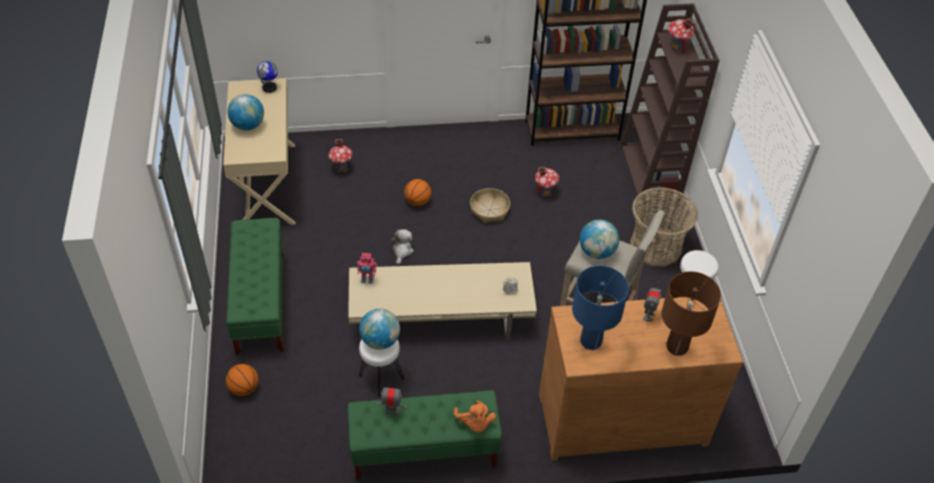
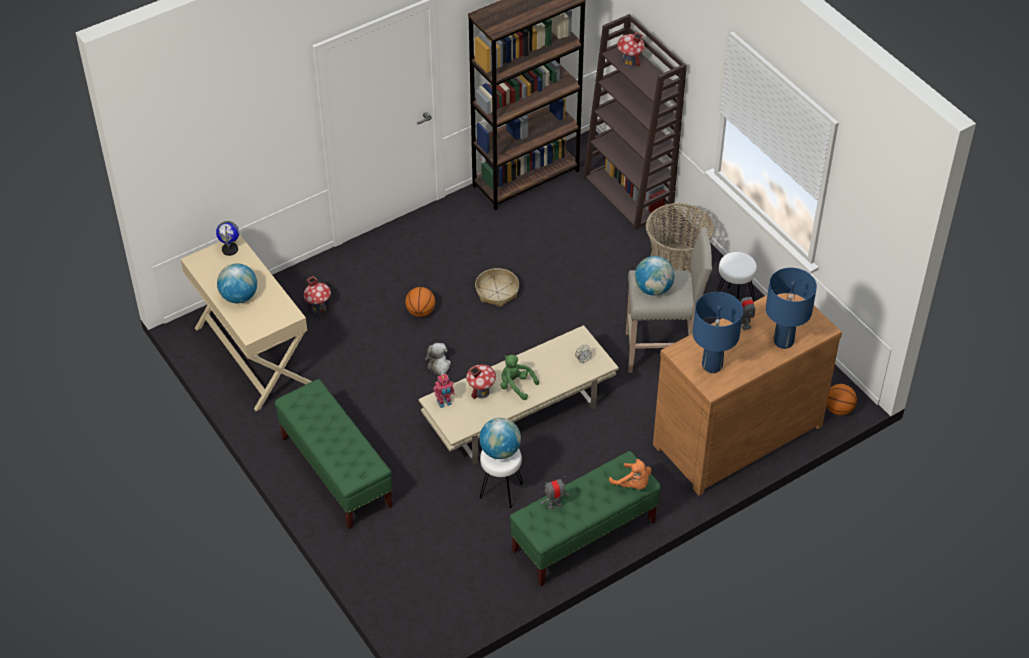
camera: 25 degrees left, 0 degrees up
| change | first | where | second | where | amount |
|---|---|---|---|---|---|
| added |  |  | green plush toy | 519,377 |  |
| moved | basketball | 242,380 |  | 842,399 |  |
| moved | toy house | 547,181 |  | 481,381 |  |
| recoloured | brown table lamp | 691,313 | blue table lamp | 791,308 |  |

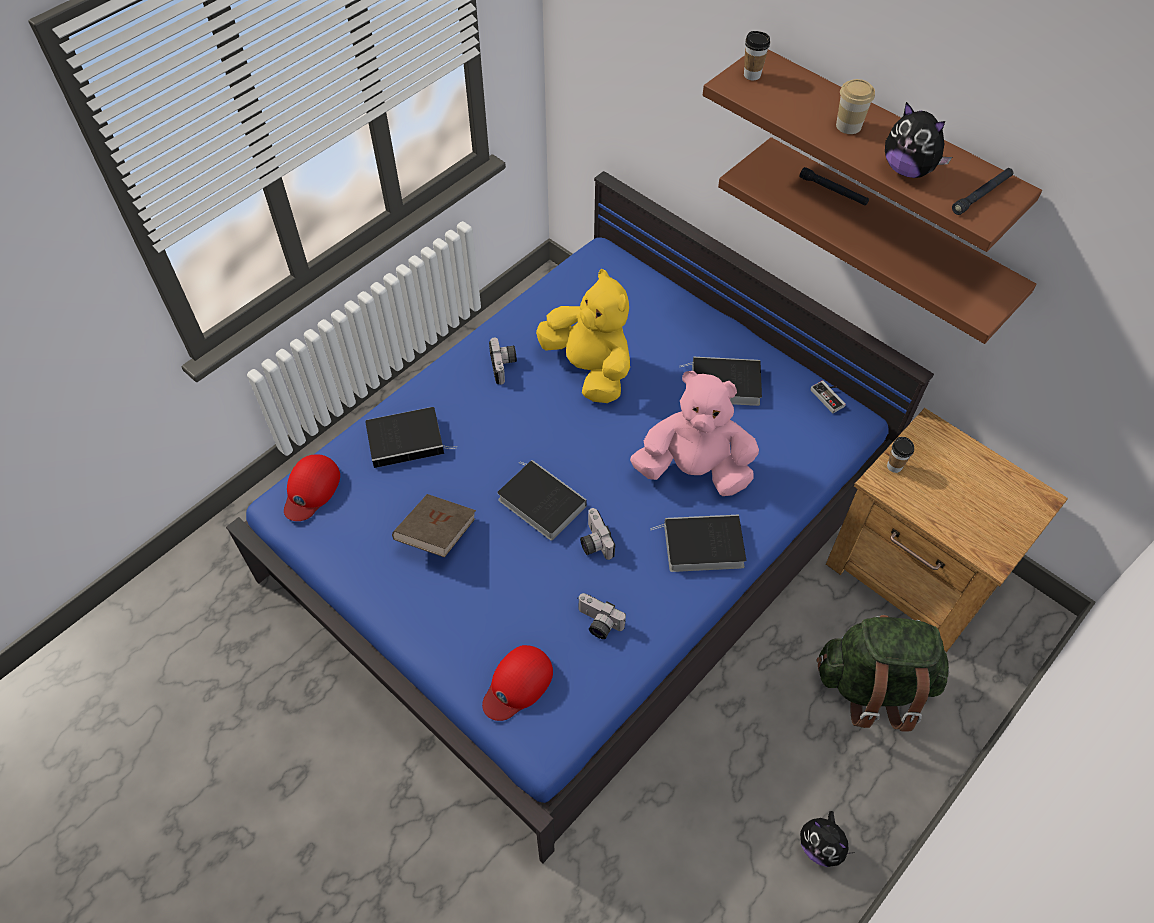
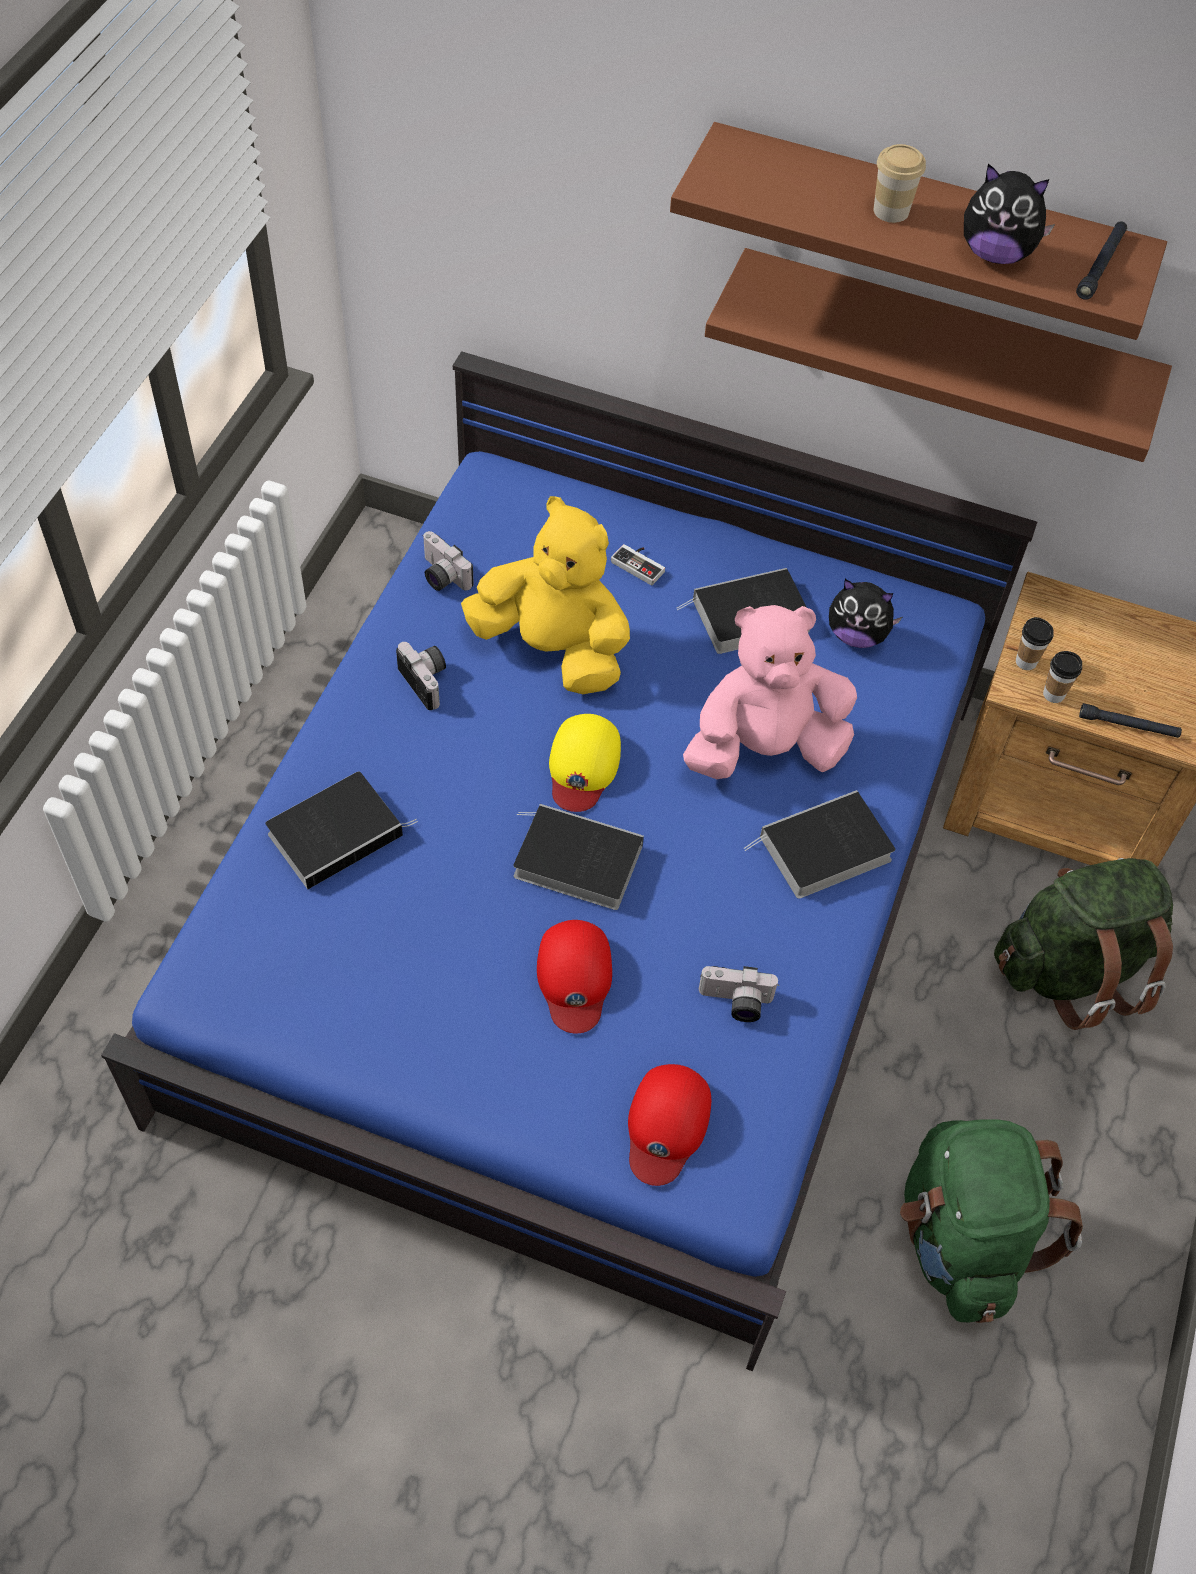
camera: 25 degrees left, 0 degrees up
| change | first | where | second | where | amount |
|---|---|---|---|---|---|
| removed | brown book | 434,525 |  |  |  |
| added |  |  | yellow cap | 585,763 |  |
| added |  |  | green backpack | 991,1221 |  |
| moved | red cap | 312,487 |  | 574,977 |  |
| moved | photo camera | 597,534 |  | 448,561 |  |
| moved | cup | 757,55 |  | 1062,677 |  |
| moved | black flashlight | 834,186 |  | 1130,720 |  |
| moved | plush toy | 827,839 |  | 865,613 |  |
| moved | game controller | 828,396 |  | 638,565 |  |

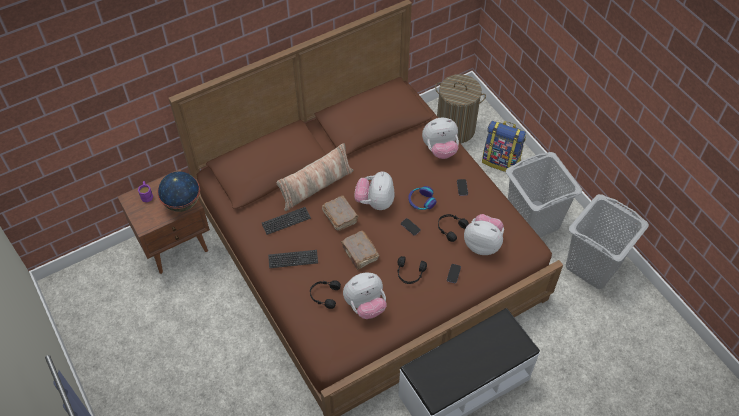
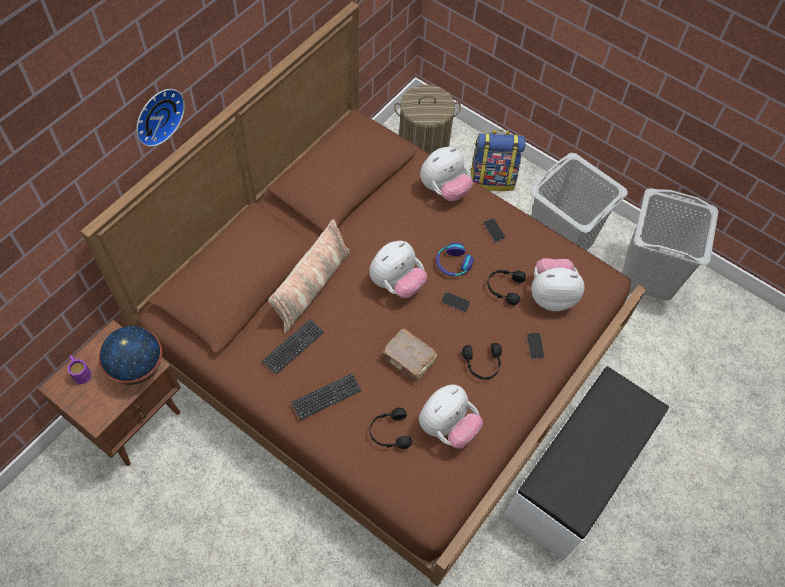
camera: 25 degrees left, 5 degrees up
| change | first | where | second | where | amount |
|---|---|---|---|---|---|
| removed | brown book | 340,213 |  |  |  |
| added |  |  | wall clock | 160,118 |  |
| turned | plush toy | 374,190 |  | 398,269 | 120 degrees counterclockwise |

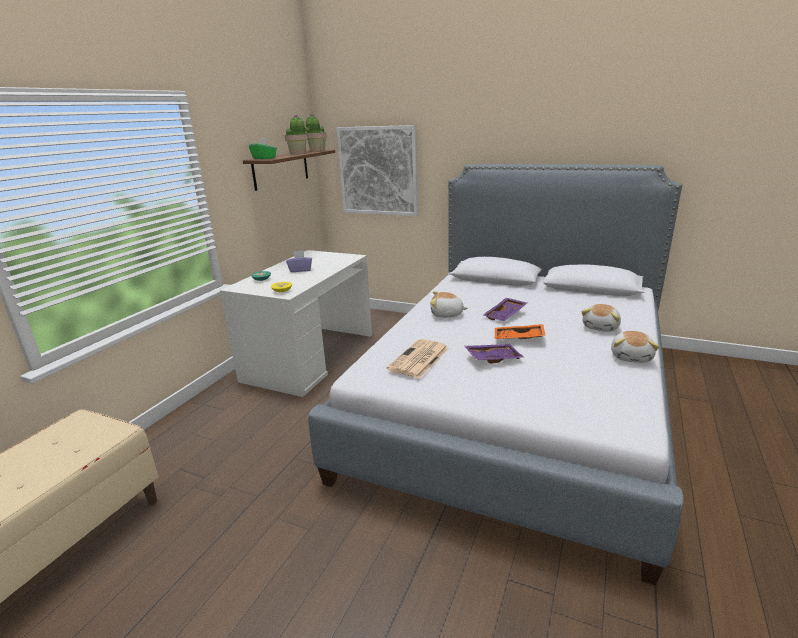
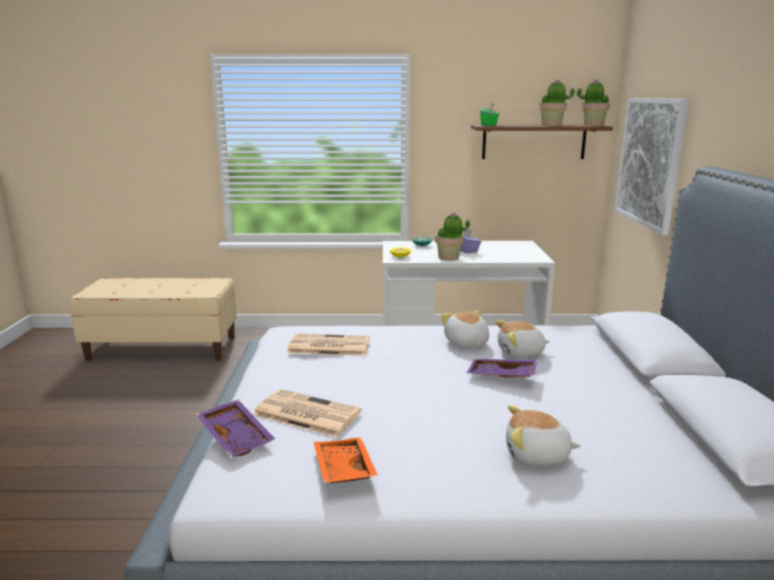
camera: 65 degrees right, 5 degrees down
| change | first | where | second | where | amount |
|---|---|---|---|---|---|
| added |  |  | newspaper | 307,413 |  |
| added |  |  | potted plant | 452,236 |  |
| moved | purple tray | 494,353 |  | 235,429 |  |
| moved | orange tray | 520,332 |  | 346,460 |  |
| moved | plush toy | 635,347 |  | 522,339 |  |

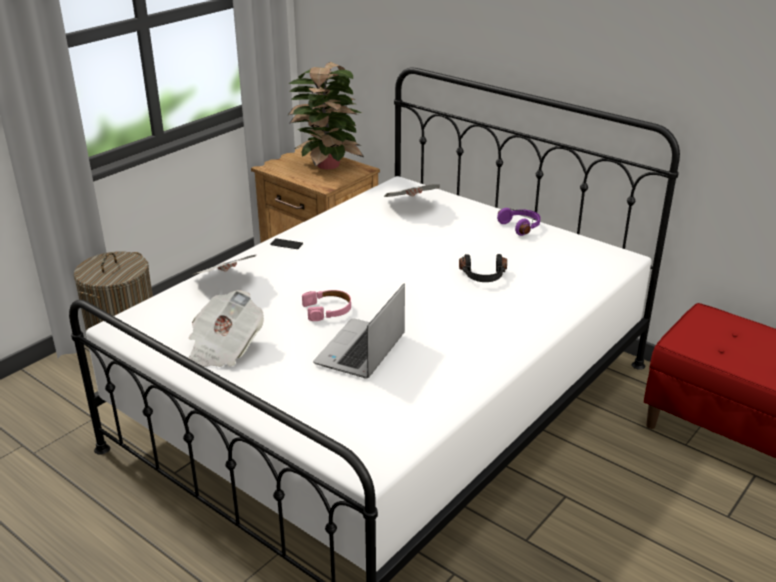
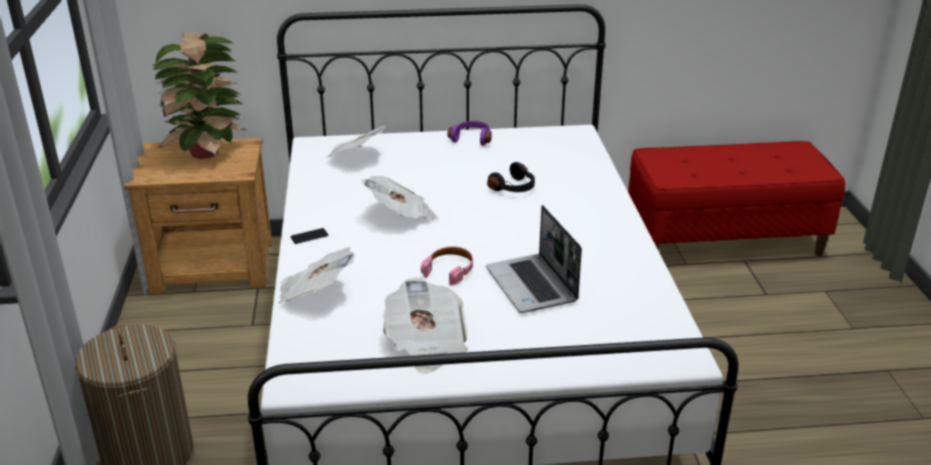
camera: 45 degrees left, 0 degrees up
| change | first | where | second | where | amount |
|---|---|---|---|---|---|
| added |  |  | newspaper | 400,198 |  |

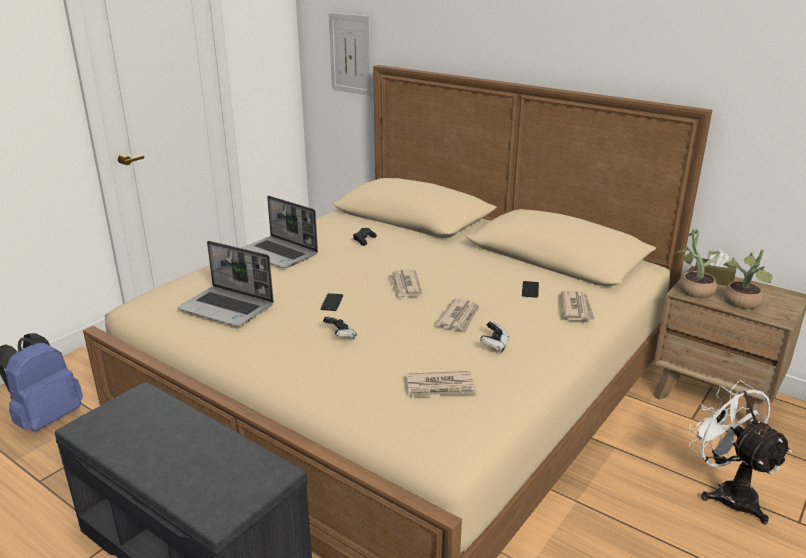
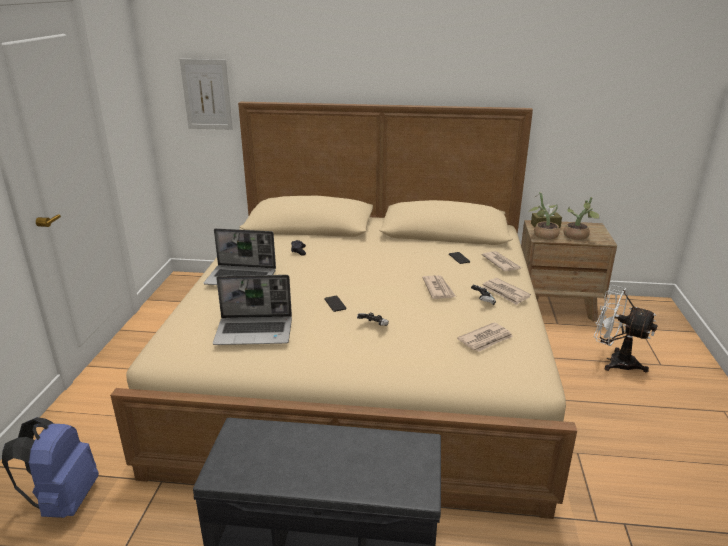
camera: 30 degrees left, 0 degrees up
| change | first | where | second | where | amount |
|---|---|---|---|---|---|
| moved | newspaper | 405,284 |  | 506,291 |  |

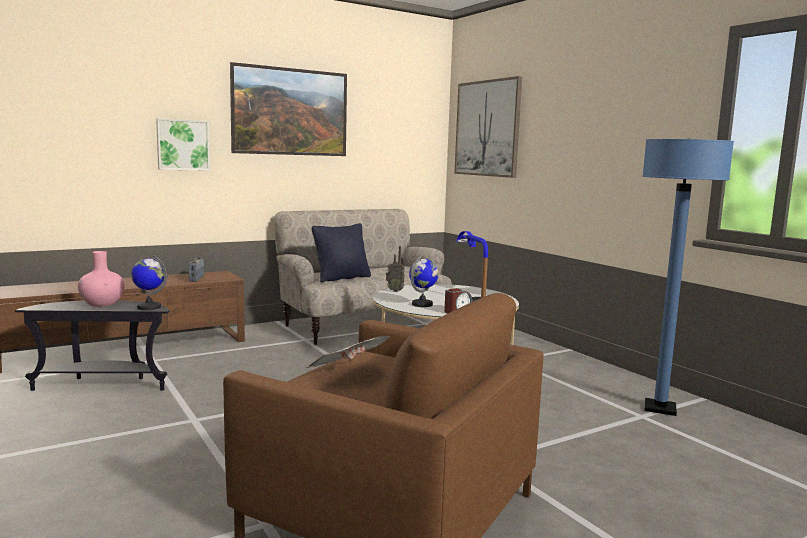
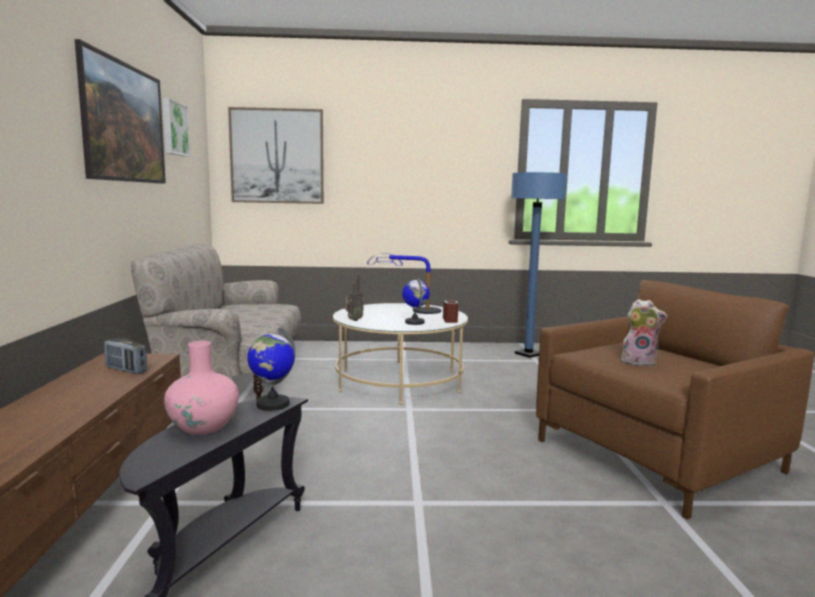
camera: 60 degrees left, 0 degrees up
| change | first | where | second | where | amount |
|---|---|---|---|---|---|
| removed | black pillow | 341,252 |  |  |  |
| moved | picture | 183,144 |  | 176,127 |  |
| replaced | newspaper | 348,352 | plush toy | 644,333 |  |

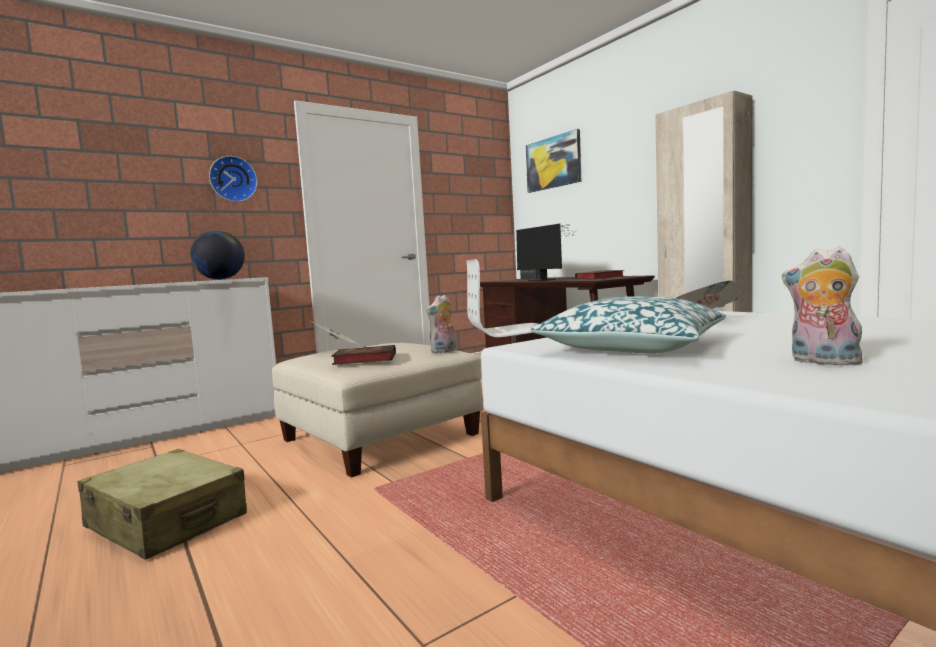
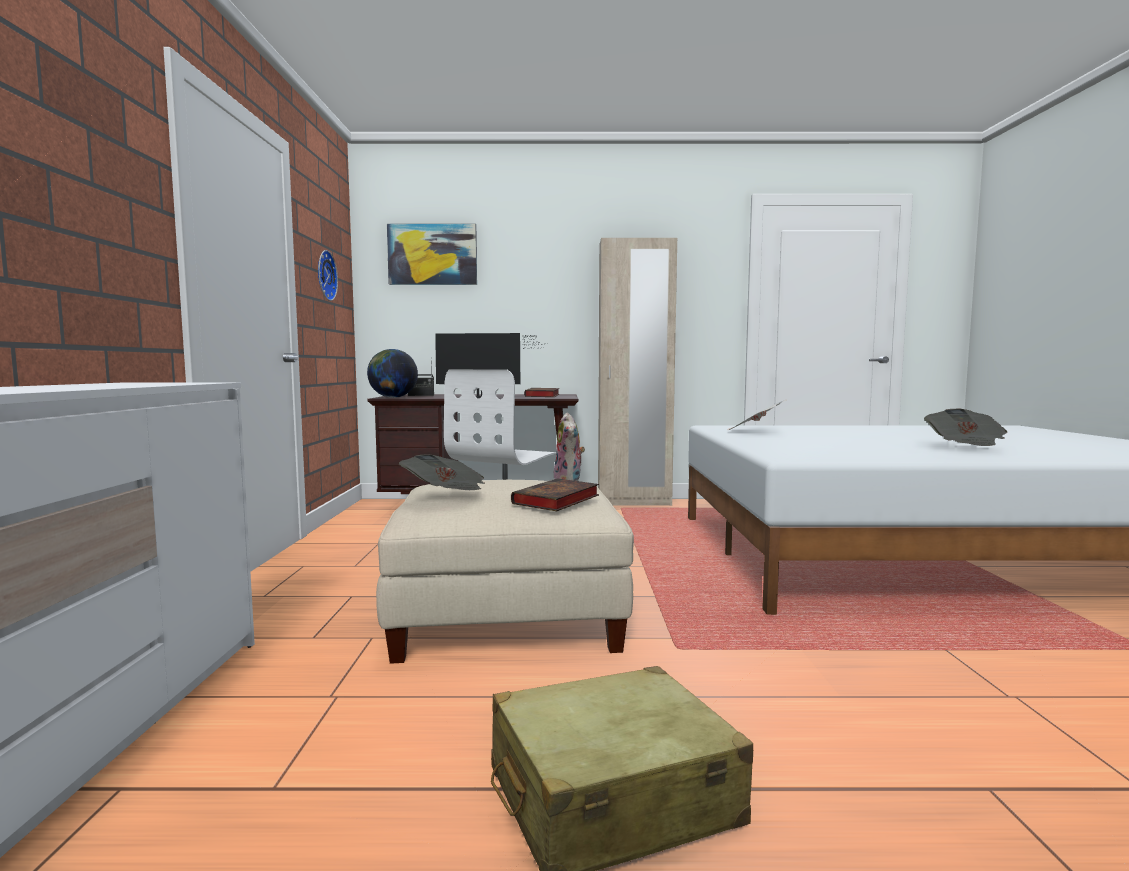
camera: 55 degrees left, 0 degrees up
| change | first | where | second | where | amount |
|---|---|---|---|---|---|
| removed | pillow | 628,324 |  |  |  |
| moved | globe | 217,255 |  | 392,373 |  |
| moved | wall clock | 233,179 |  | 328,275 |  |
| replaced | plush toy | 824,306 | newspaper | 965,427 |  |

